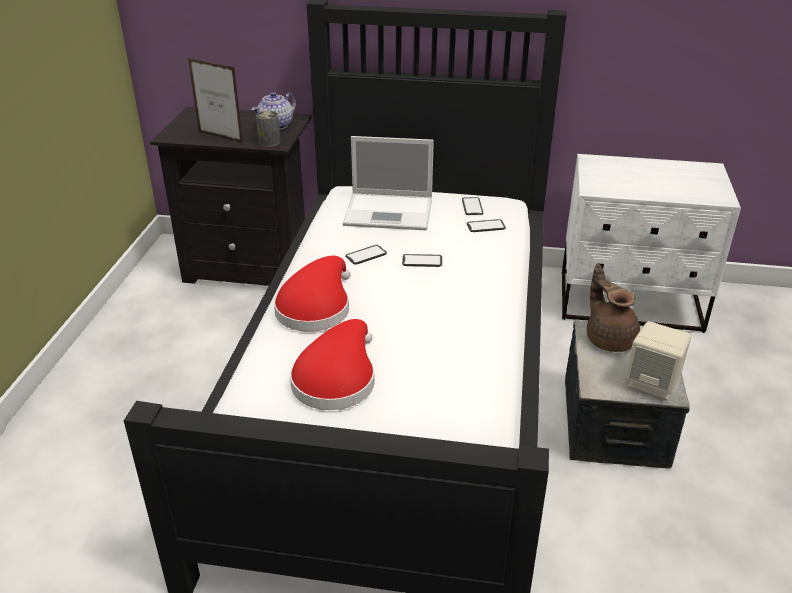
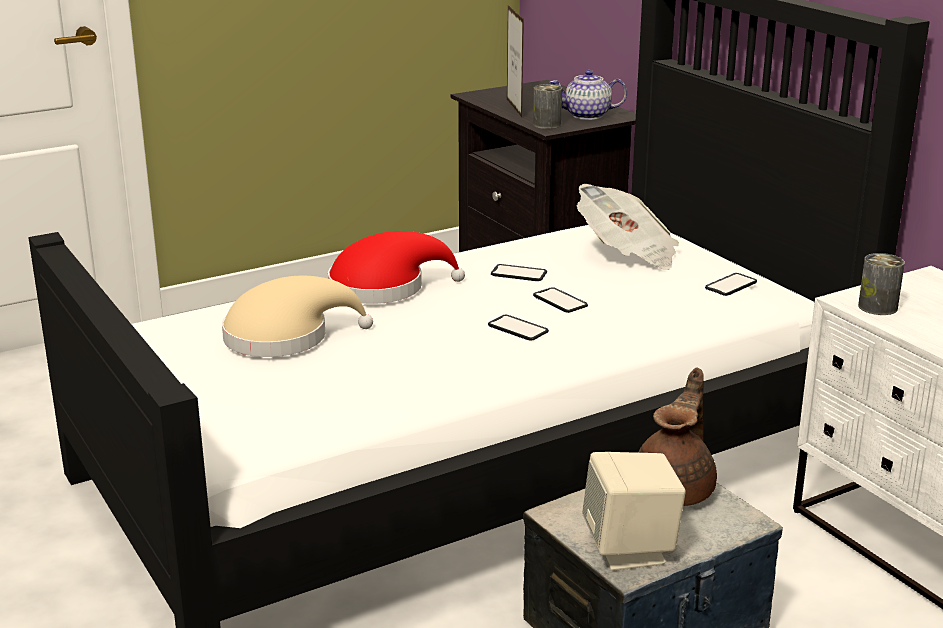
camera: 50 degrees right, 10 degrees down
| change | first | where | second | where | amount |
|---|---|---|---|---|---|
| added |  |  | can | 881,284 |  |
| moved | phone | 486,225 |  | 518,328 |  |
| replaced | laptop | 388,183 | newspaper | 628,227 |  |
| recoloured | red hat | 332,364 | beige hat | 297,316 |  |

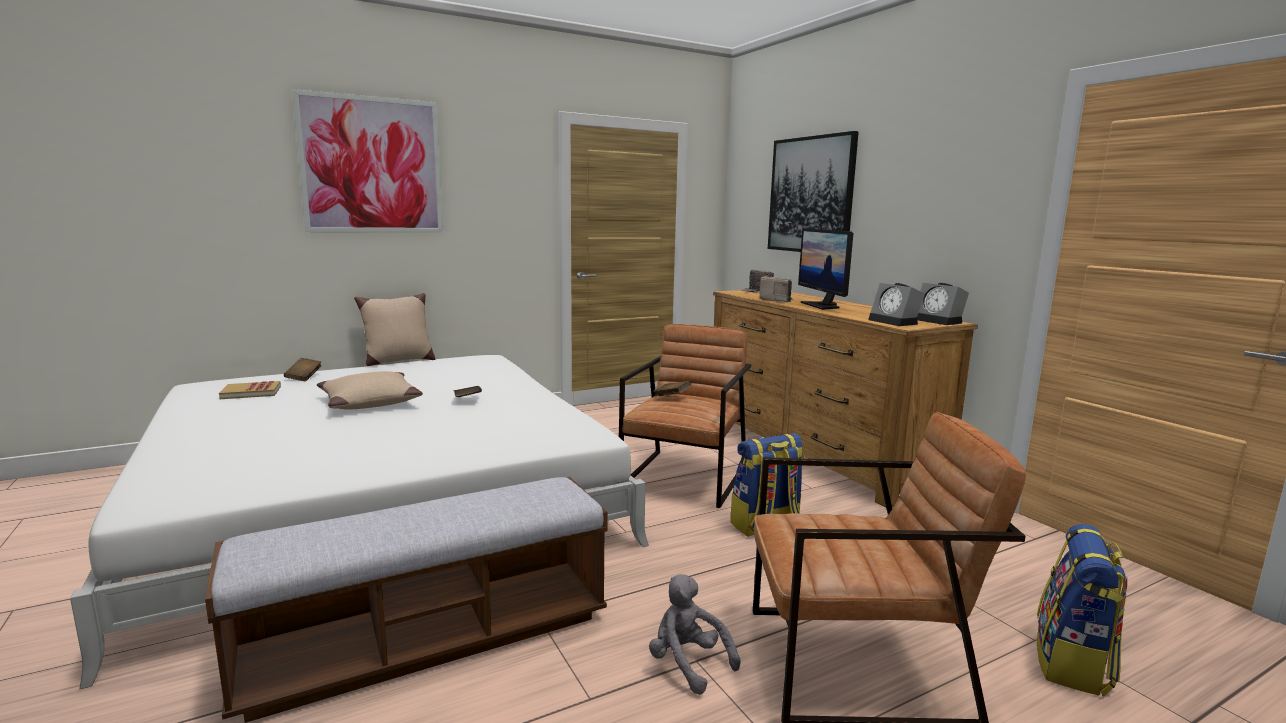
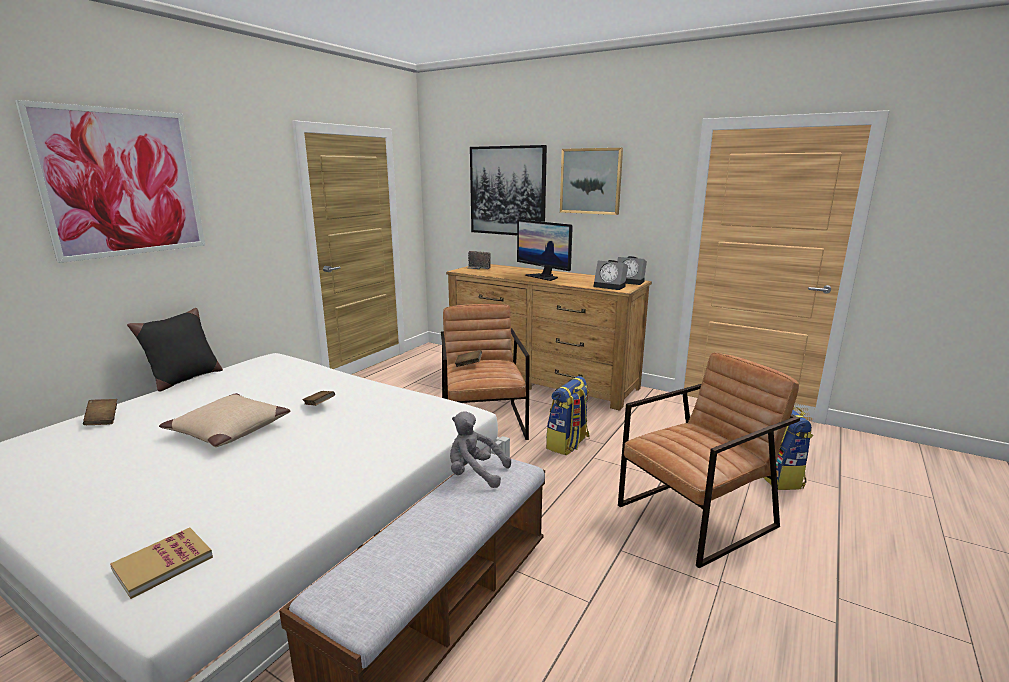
camera: 30 degrees left, 5 degrees up
| change | first | where | second | where | amount |
|---|---|---|---|---|---|
| removed | radio | 776,289 |  |  |  |
| added |  |  | picture | 591,181 |  |
| moved | book | 250,390 |  | 161,563 |  |
| moved | grey plush toy | 695,634 |  | 480,449 |  |
| recoloured | beige pillow | 394,329 | black pillow | 175,350 |  |

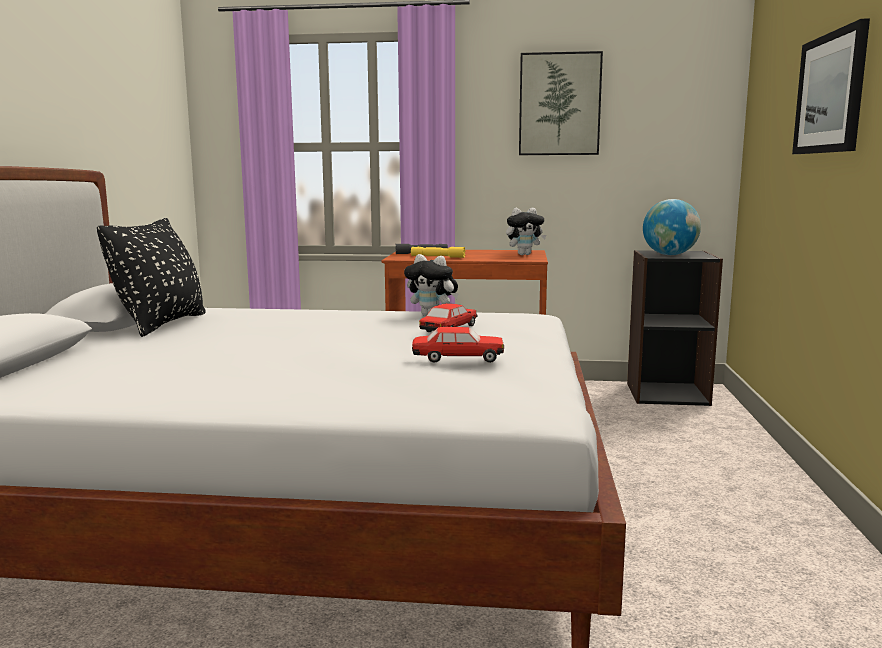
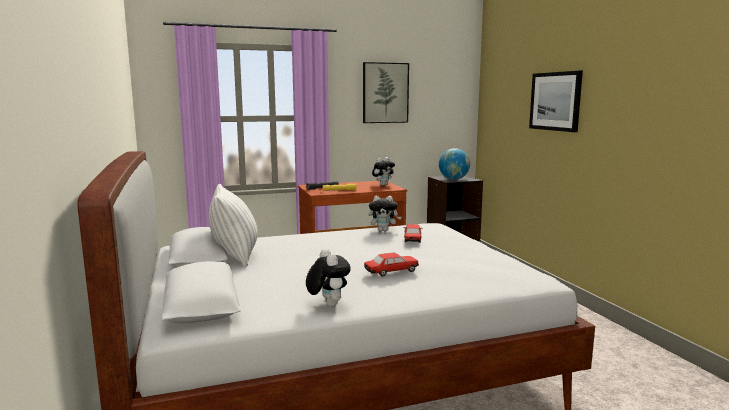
camera: 25 degrees left, 0 degrees up
| change | first | where | second | where | amount |
|---|---|---|---|---|---|
| added |  |  | plush toy | 328,277 |  |
| moved | toy car | 458,345 |  | 391,264 |  |
| recoloured | black pillow | 151,277 | white pillow | 233,225 |  |

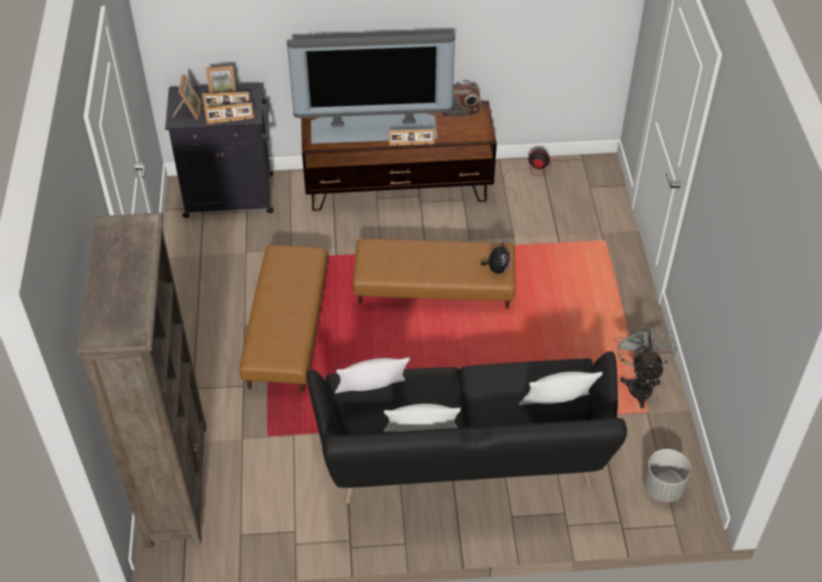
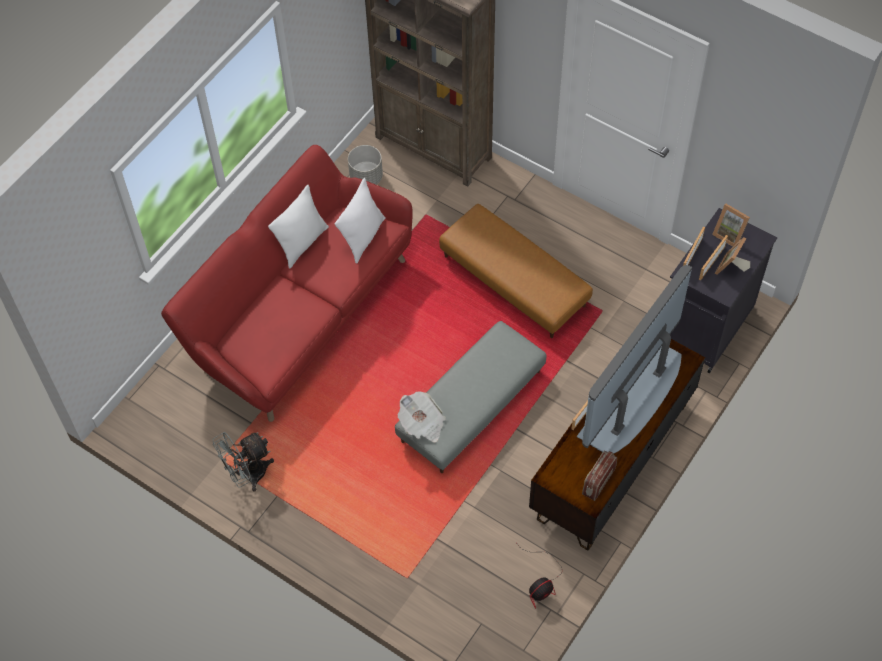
camera: 130 degrees right, 10 degrees up
| change | first | where | second | where | amount |
|---|---|---|---|---|---|
| removed | white pillow | 561,388 |  |  |  |
| moved | grey planter | 667,475 |  | 365,165 |  |
| replaced | plush toy | 495,258 | newspaper | 422,416 |  |
| recoloured | black sofa | 467,427 | red sofa | 286,283 |  |
| recoloured | brown ottoman | 434,274 | grey ottoman | 470,397 |  |
| turned | grey fan | 647,366 |  | 243,462 | 105 degrees clockwise |

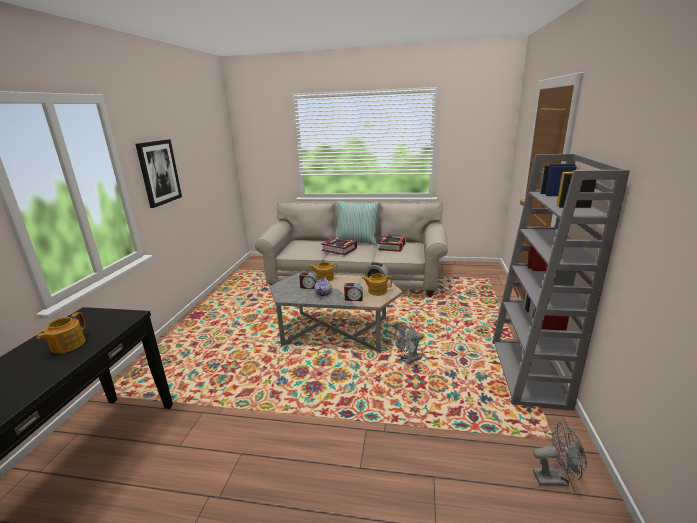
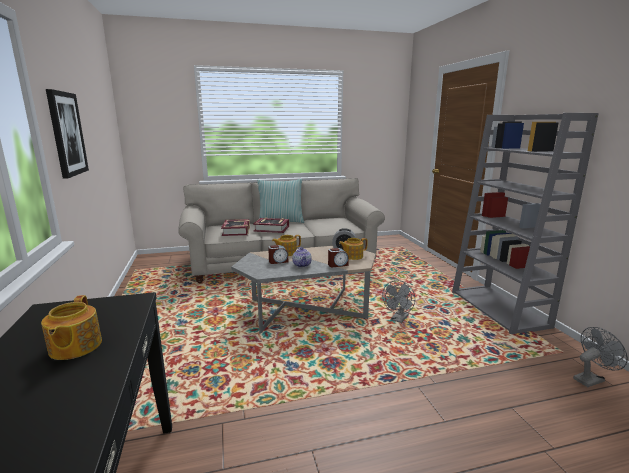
camera: 25 degrees left, 5 degrees down
| change | first | where | second | where | amount |
|---|---|---|---|---|---|
| moved | book | 392,243 |  | 235,227 |  |

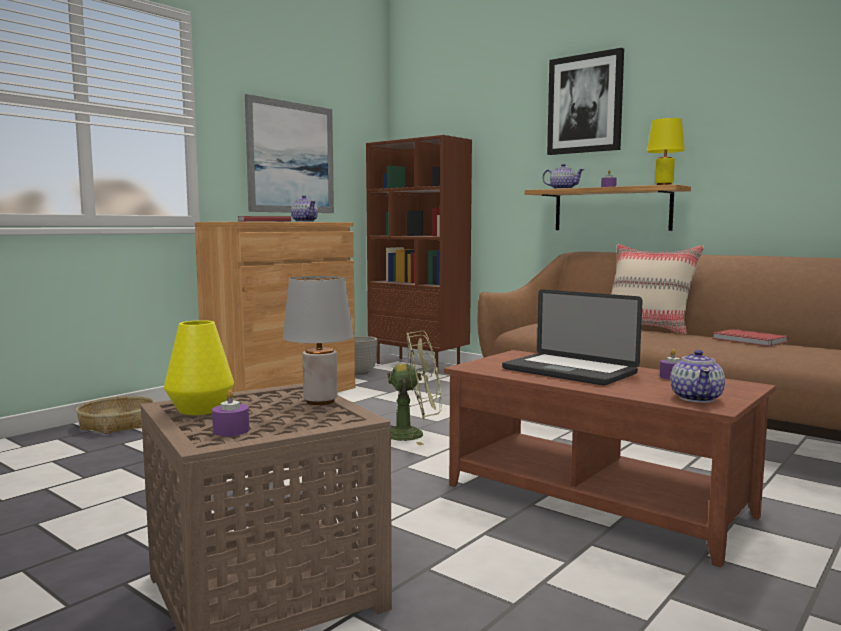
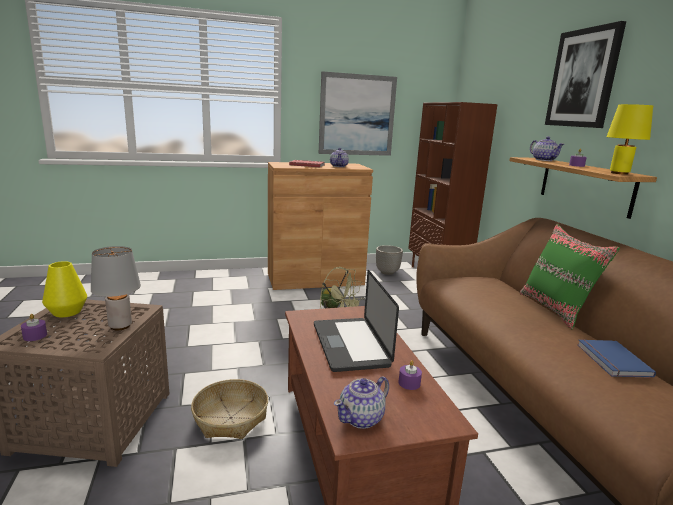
camera: 35 degrees right, 10 degrees up
| change | first | where | second | where | amount |
|---|---|---|---|---|---|
| moved | basket | 115,415 |  | 229,409 |  |
| recoloured | beige pillow | 657,289 | green pillow | 569,276 |  |
| recoloured | red book | 750,337 | blue book | 616,358 |  |

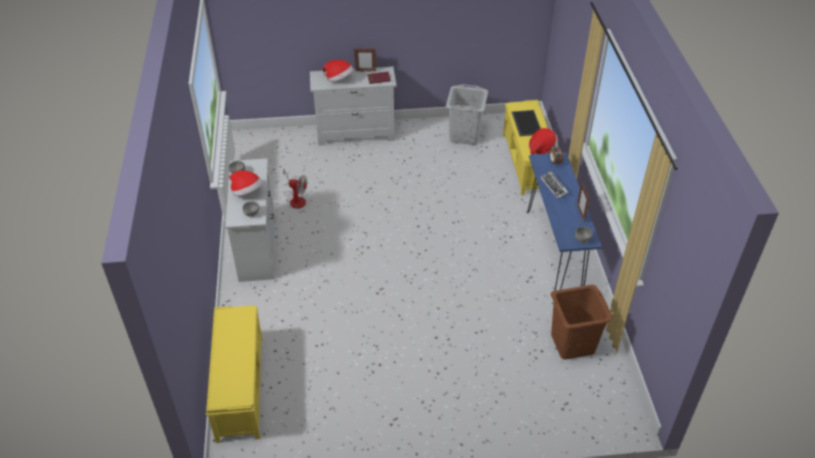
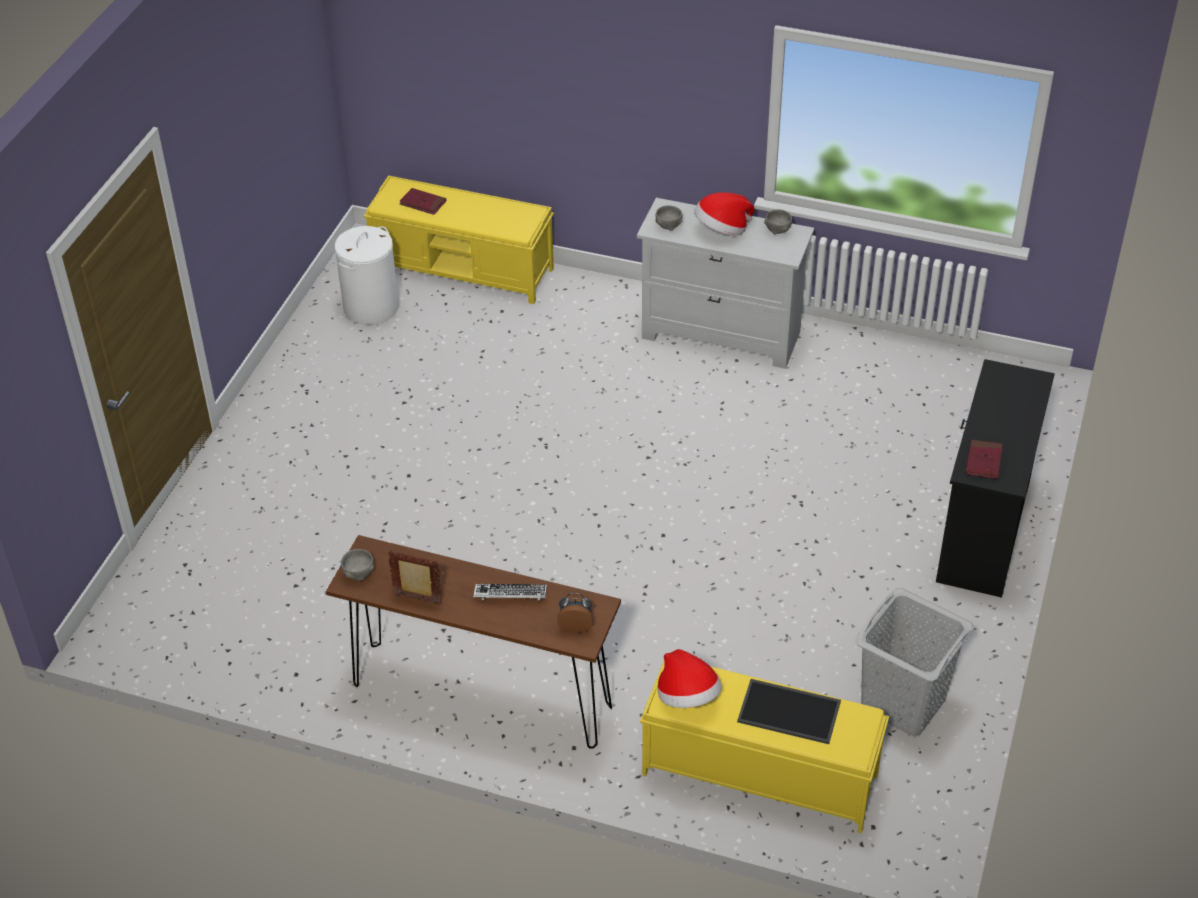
camera: 115 degrees right, 0 degrees up
| change | first | where | second | where | amount |
|---|---|---|---|---|---|
| removed | fan | 295,188 |  |  |  |
| removed | hat | 337,71 |  |  |  |
| removed | picture frame | 365,60 |  |  |  |
| removed | brown laundry basket | 581,322 |  |  |  |
| added |  |  | white laundry basket | 367,275 |  |
| added |  |  | red book | 423,201 |  |
| recoloured | white dresser | 353,106 | black dresser | 995,478 |  |
| recoloured | blue console table | 564,222 | brown console table | 473,642 |  |

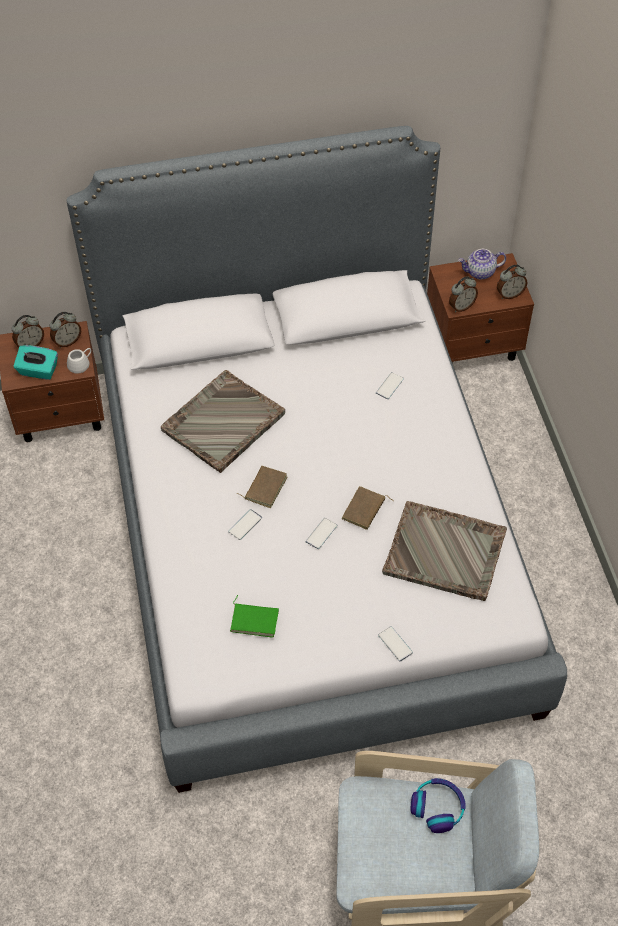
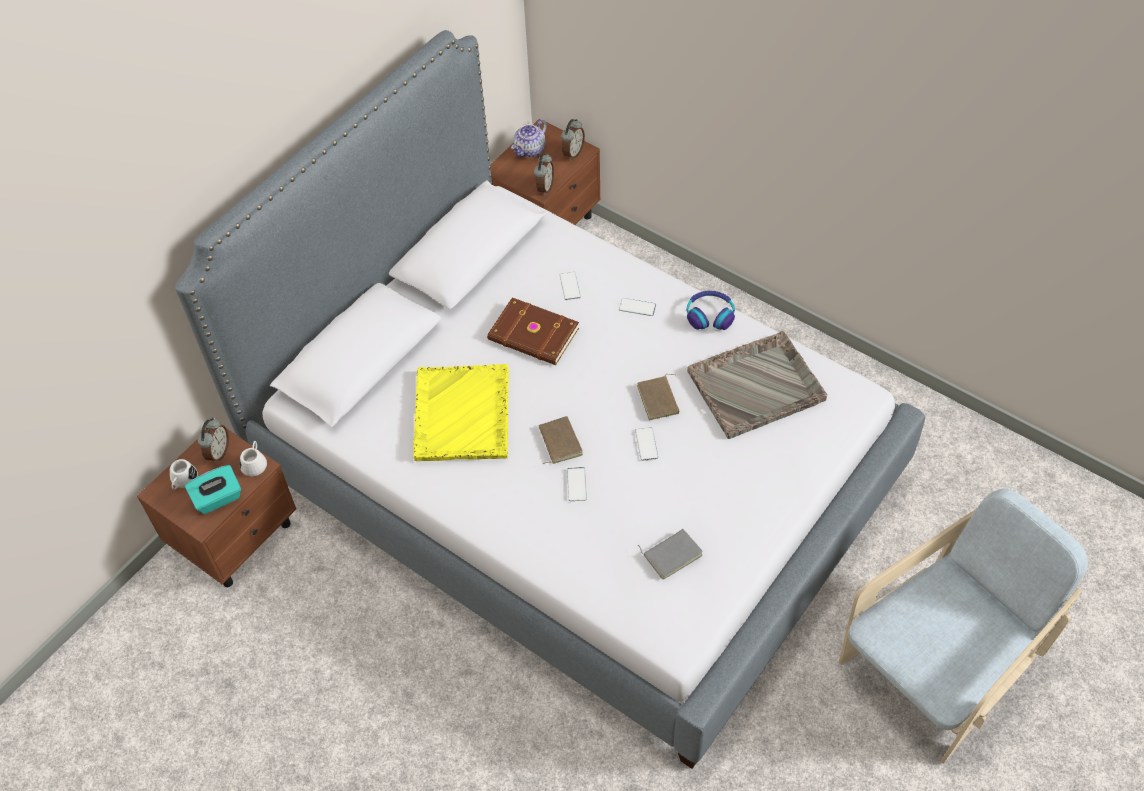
camera: 40 degrees left, 0 degrees up
| change | first | where | second | where | amount |
|---|---|---|---|---|---|
| added |  |  | brown book | 533,331 |  |
| moved | phone | 395,644 |  | 637,307 |  |
| moved | headphones | 438,805 |  | 711,310 |  |
| replaced | alarm clock | 28,331 | white mug | 184,474 |  |
| recoloured | grey tray | 223,421 | yellow tray | 461,412 |  |
| recoloured | green book | 254,616 | grey book | 670,554 |  |

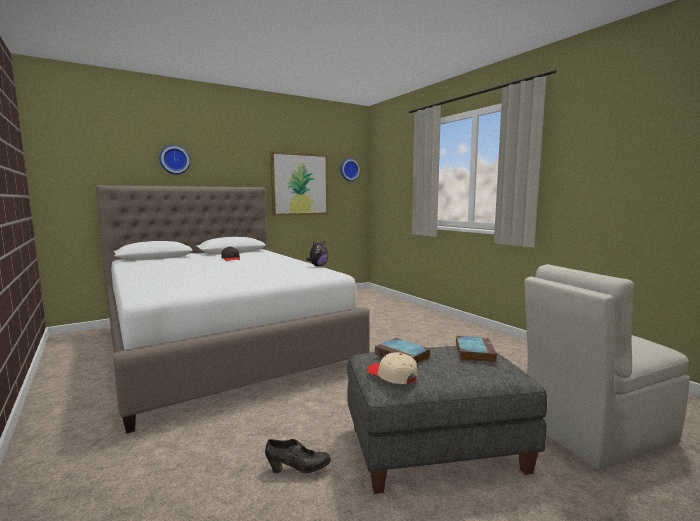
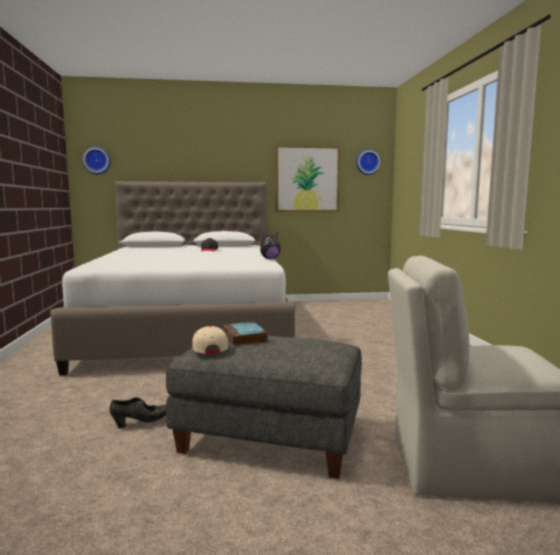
camera: 25 degrees right, 0 degrees up
| change | first | where | second | where | amount |
|---|---|---|---|---|---|
| removed | book | 476,349 |  |  |  |
| moved | wall clock | 174,160 |  | 96,160 |  |
| turned | black shoe | 298,456 |  | 138,412 | 45 degrees counterclockwise |

